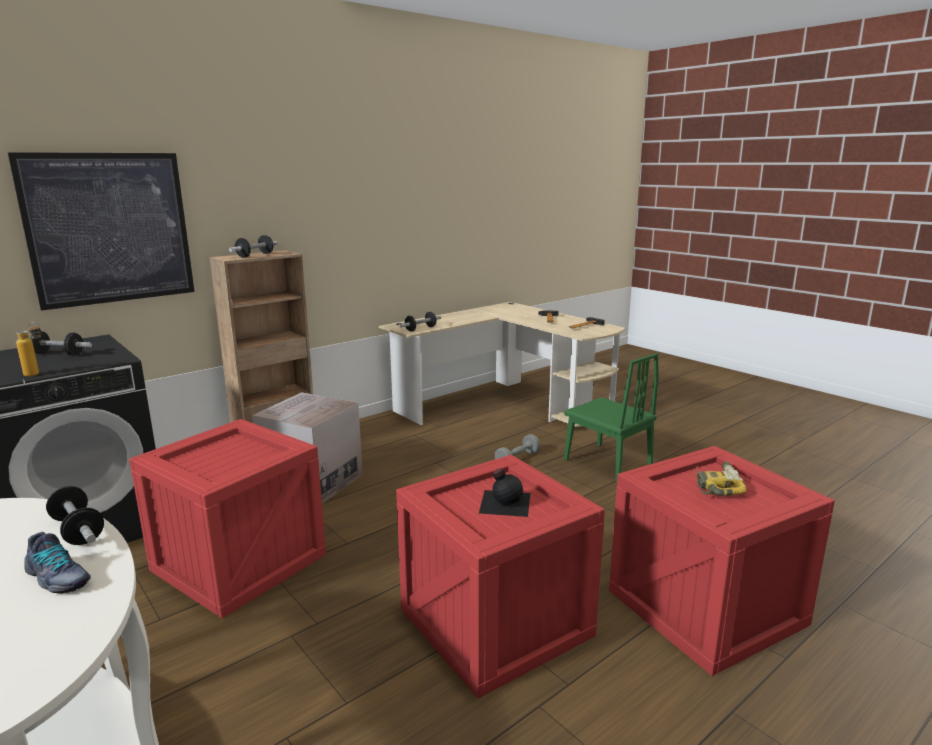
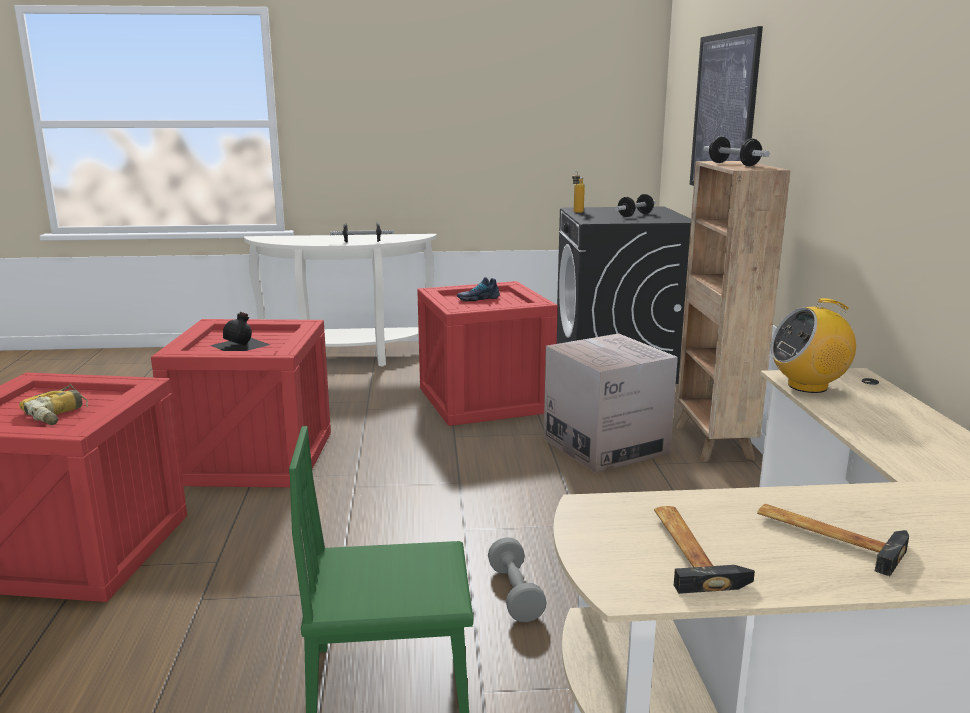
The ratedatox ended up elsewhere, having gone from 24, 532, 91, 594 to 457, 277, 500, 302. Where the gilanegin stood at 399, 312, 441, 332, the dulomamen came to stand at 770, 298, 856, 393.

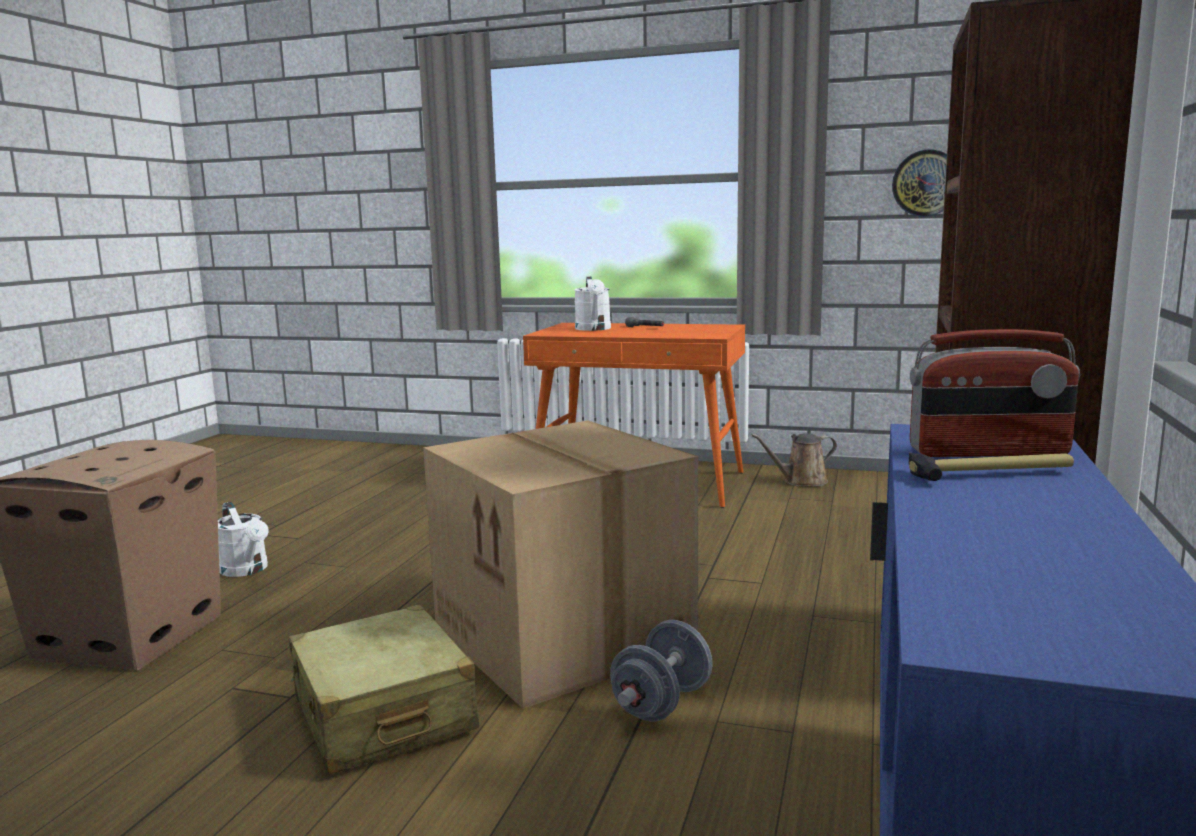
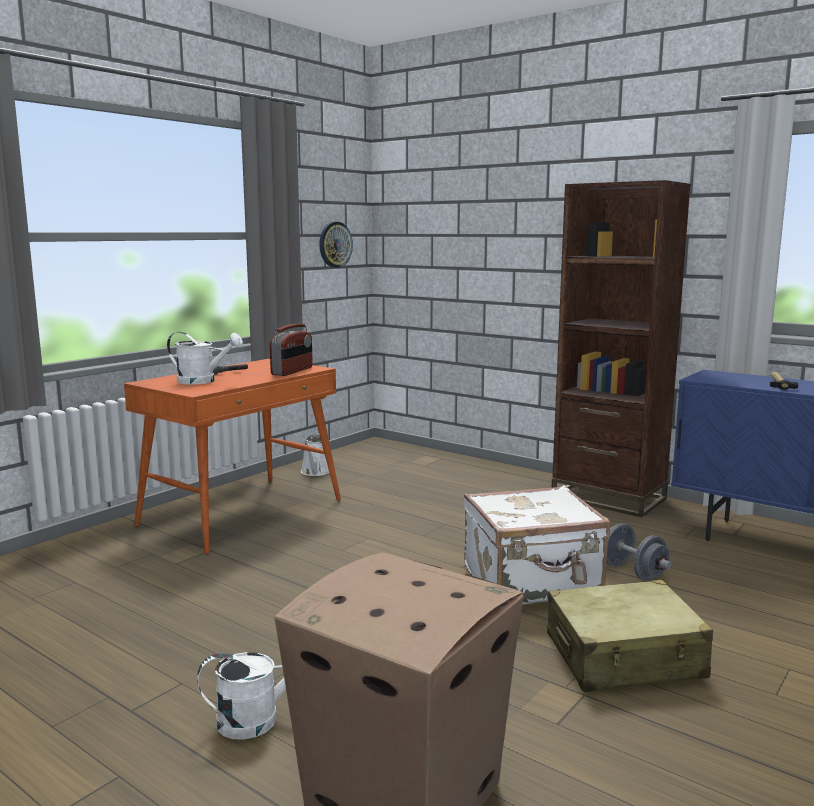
Where the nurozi stood at 423, 421, 698, 709, the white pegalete came to stand at 464, 486, 610, 604. What was the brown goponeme at 751, 433, 837, 487 turned into the white goponeme at 301, 434, 329, 476. The dulomamen ended up elsewhere, having gone from 910, 329, 1080, 457 to 270, 324, 313, 376.

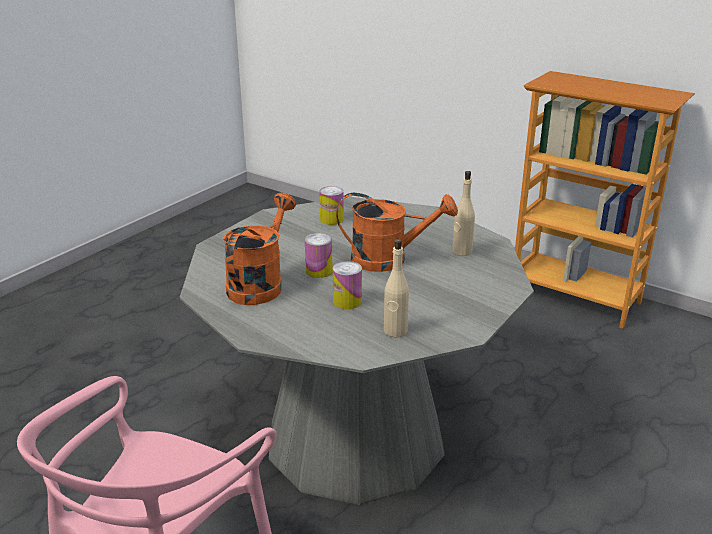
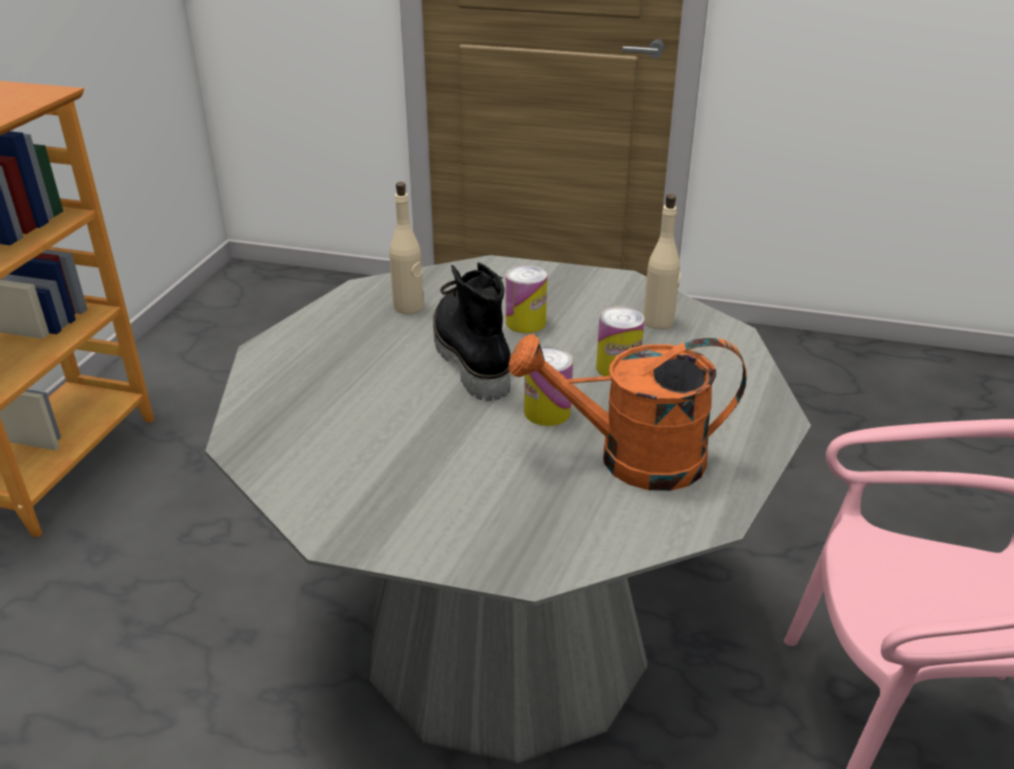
The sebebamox ended up elsewhere, having gone from 319, 186, 344, 225 to 506, 265, 547, 333. Where the orange goponeme stood at 336, 193, 458, 272, the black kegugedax came to stand at 433, 262, 511, 401.

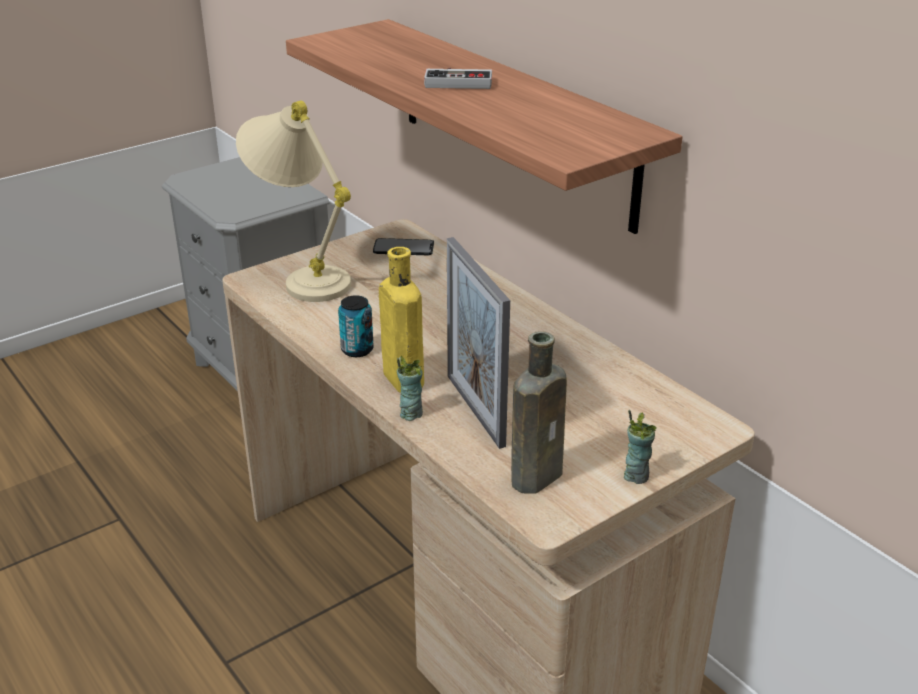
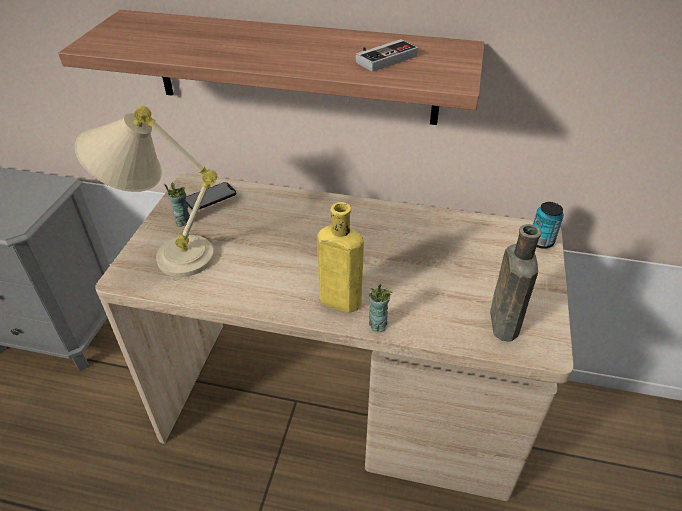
The sebebamox ended up elsewhere, having gone from 338, 295, 374, 357 to 533, 202, 564, 249. The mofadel ended up elsewhere, having gone from 424, 68, 492, 89 to 356, 39, 418, 72. The second view lost the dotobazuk at 447, 237, 510, 449. The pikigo ended up elsewhere, having gone from 624, 410, 657, 484 to 164, 183, 190, 227.

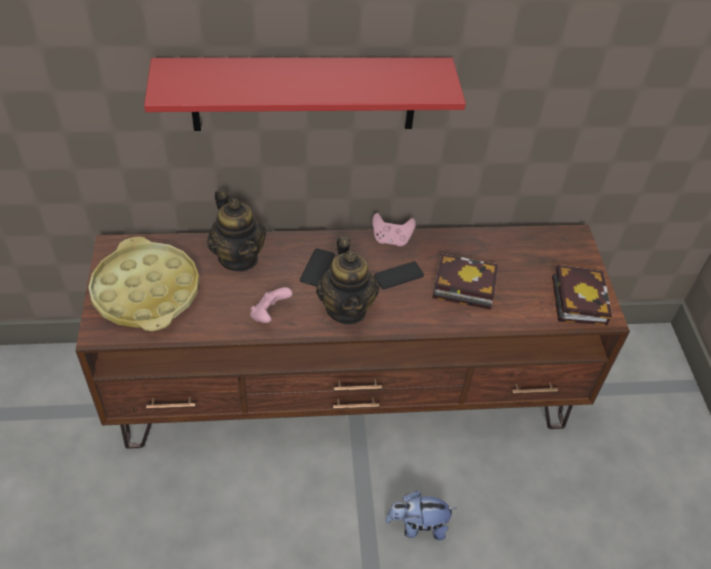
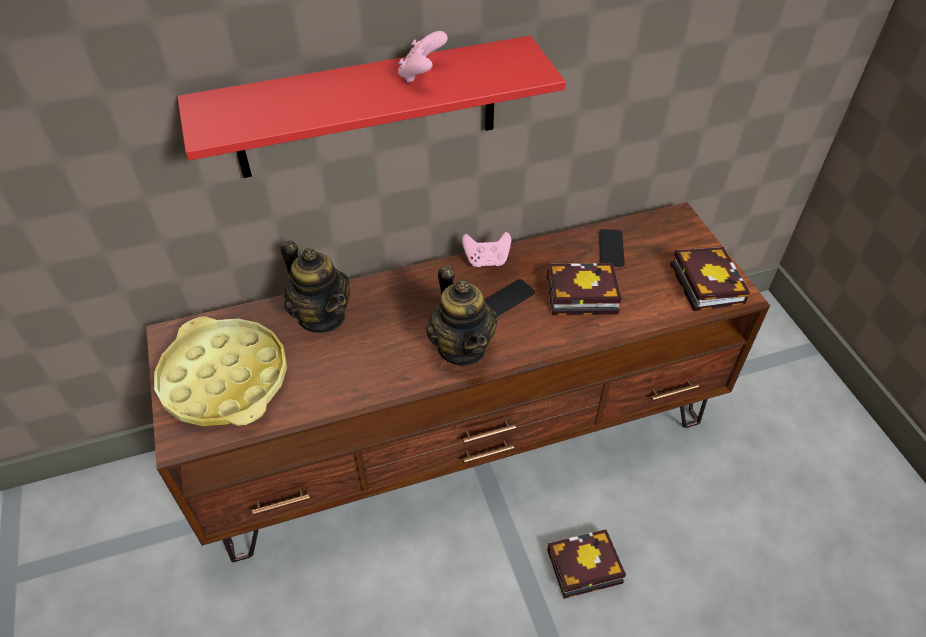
The pink mofadel ended up elsewhere, having gone from 250, 287, 293, 323 to 398, 31, 448, 83. The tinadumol ended up elsewhere, having gone from 300, 248, 335, 287 to 599, 229, 625, 266. Where the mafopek stood at 385, 491, 457, 540, the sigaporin came to stand at 547, 529, 626, 599.

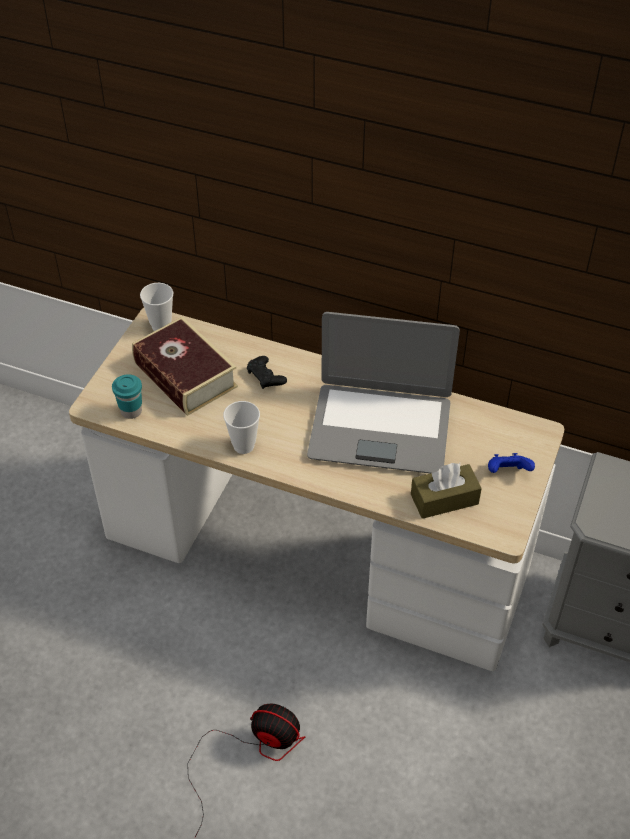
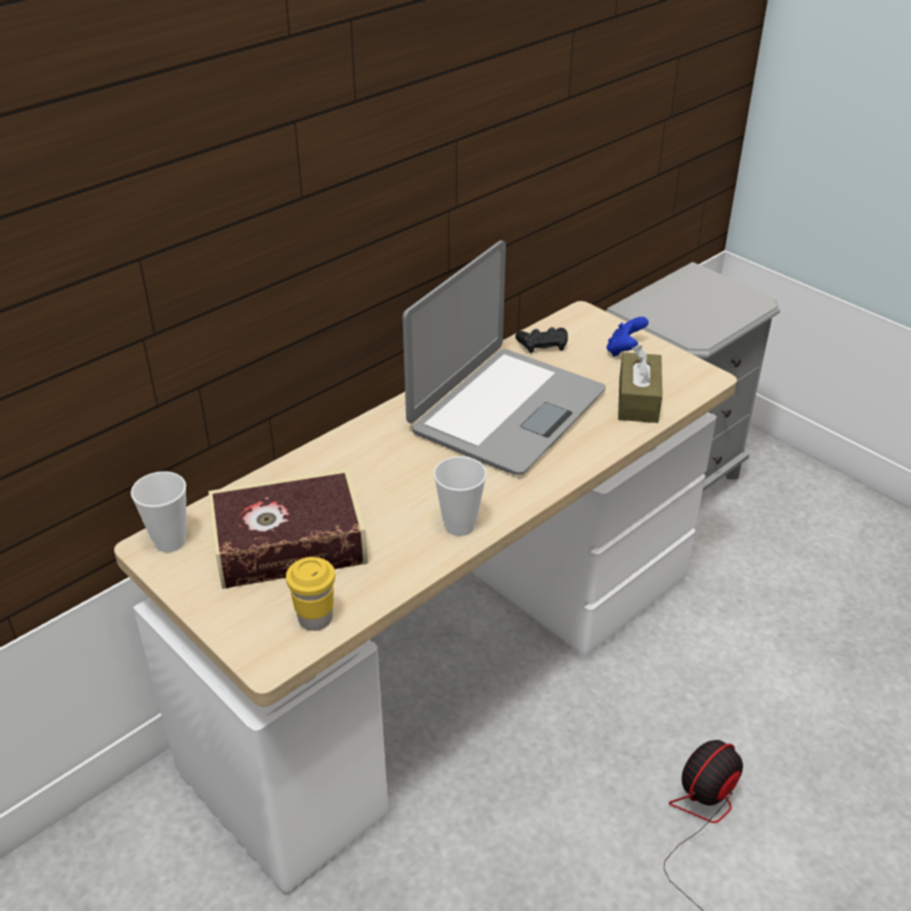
What was the turquoise pikigo at 112, 374, 142, 419 turned into the yellow pikigo at 286, 557, 335, 631. The black mofadel ended up elsewhere, having gone from 247, 356, 287, 389 to 515, 327, 568, 354.

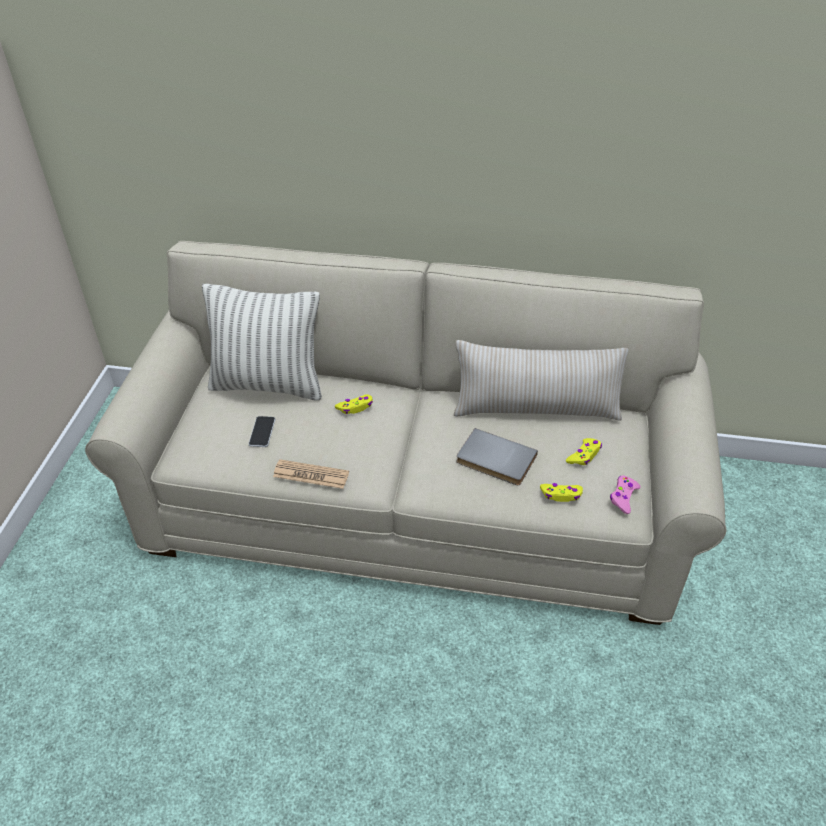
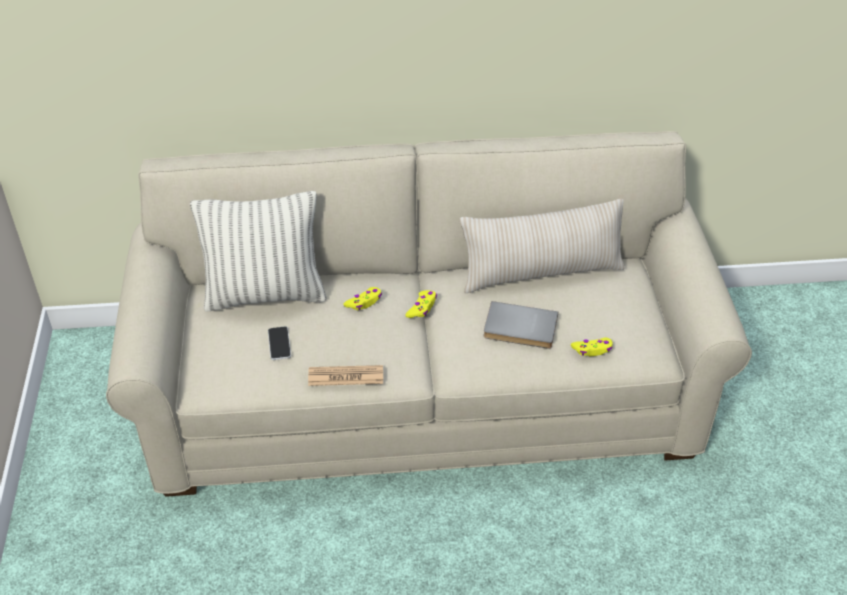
The yellow mofadel ended up elsewhere, having gone from 566, 438, 602, 465 to 406, 290, 437, 318. The second view lost the pink mofadel at 610, 475, 641, 514.

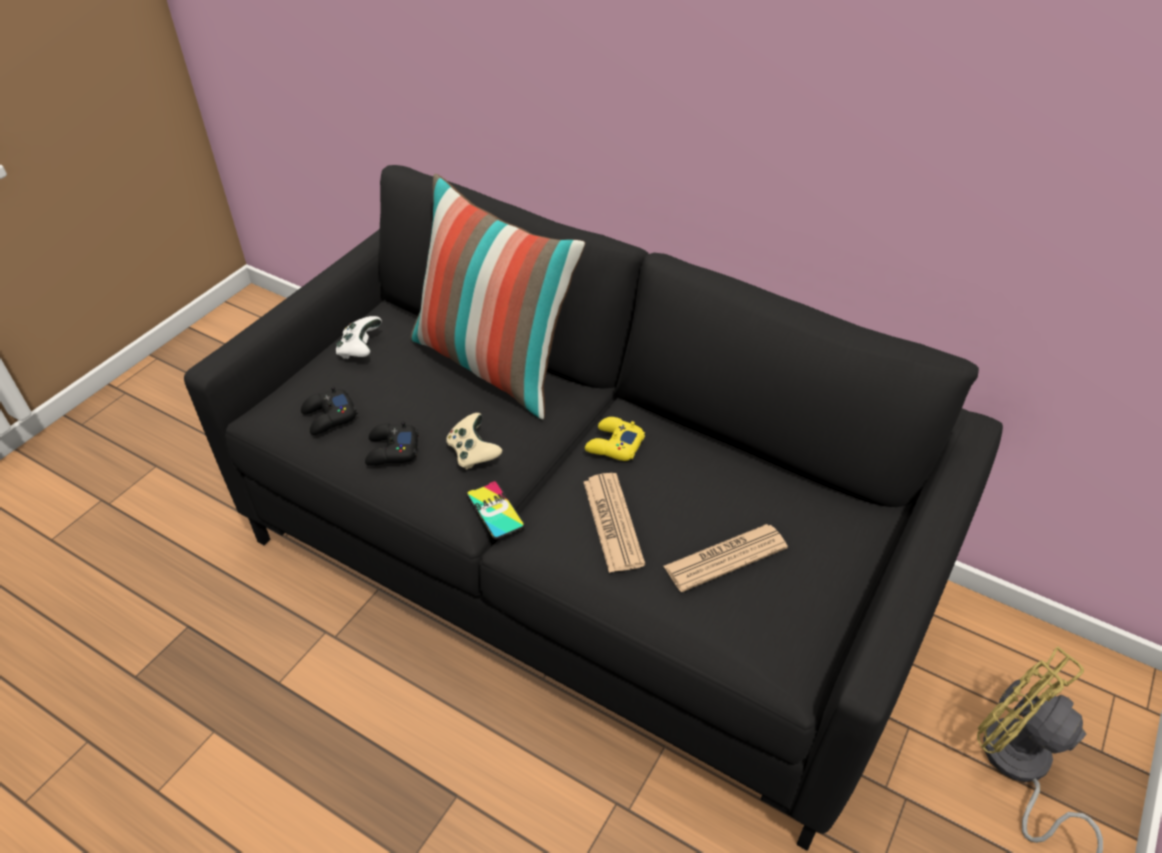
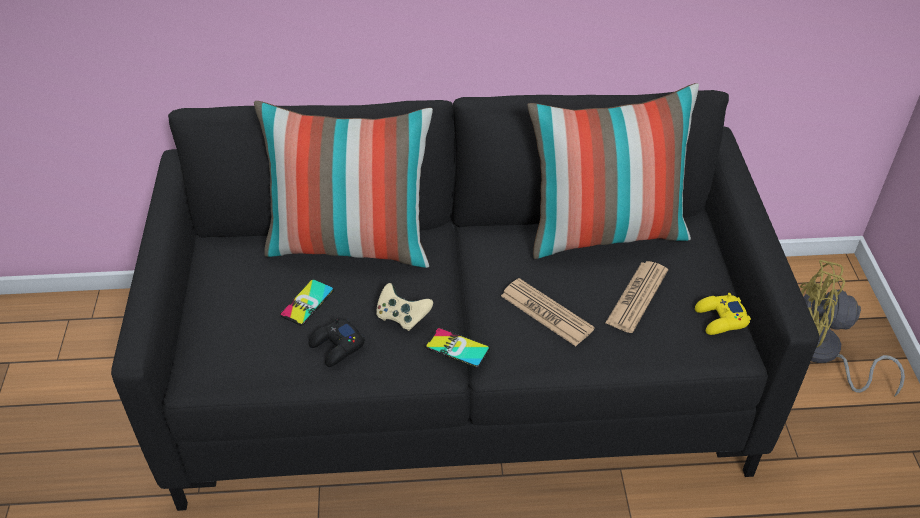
The second view lost the black mofadel at 301, 387, 358, 435. The second view lost the white mofadel at 336, 316, 382, 359. The yellow mofadel ended up elsewhere, having gone from 585, 417, 645, 461 to 695, 293, 751, 335. The second view gained the tinadumol at 280, 279, 334, 325. The second view gained the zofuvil at 527, 83, 699, 259.

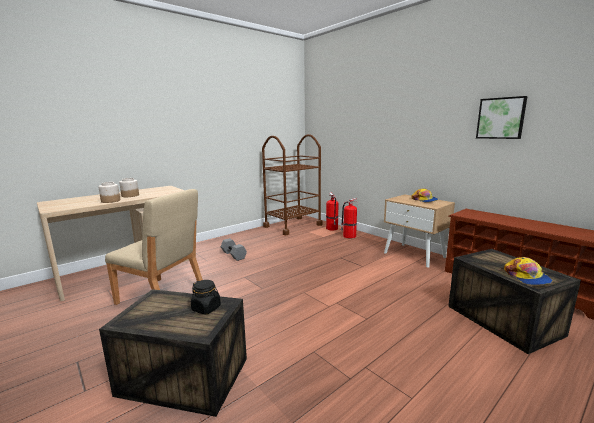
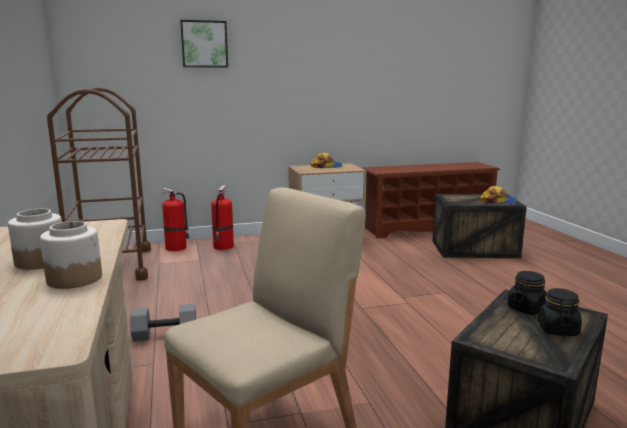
The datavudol ended up elsewhere, having gone from 476, 96, 527, 139 to 180, 20, 228, 68. The second view gained the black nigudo at 538, 288, 582, 336.

